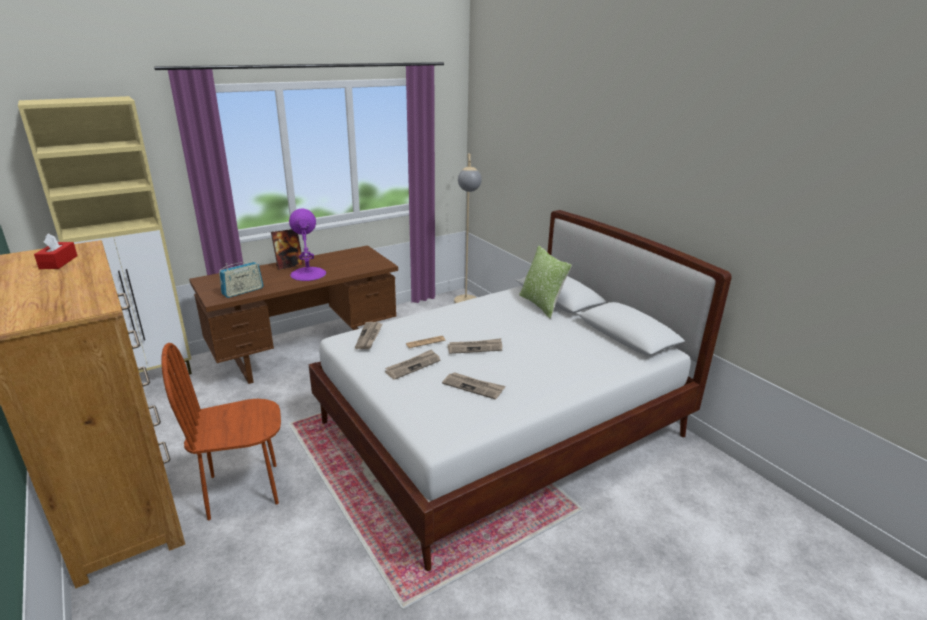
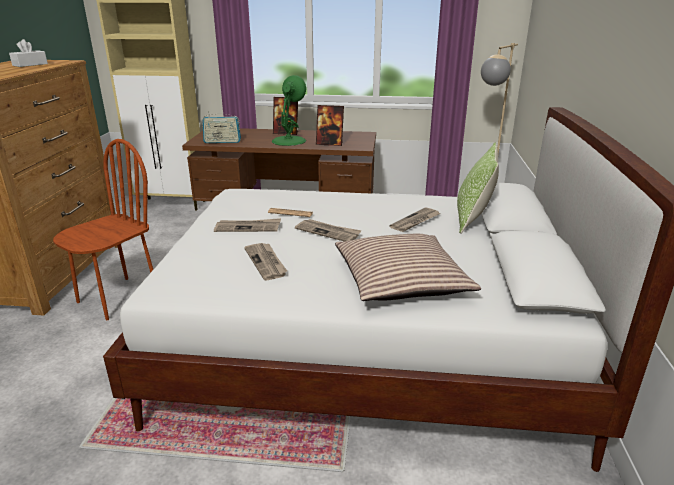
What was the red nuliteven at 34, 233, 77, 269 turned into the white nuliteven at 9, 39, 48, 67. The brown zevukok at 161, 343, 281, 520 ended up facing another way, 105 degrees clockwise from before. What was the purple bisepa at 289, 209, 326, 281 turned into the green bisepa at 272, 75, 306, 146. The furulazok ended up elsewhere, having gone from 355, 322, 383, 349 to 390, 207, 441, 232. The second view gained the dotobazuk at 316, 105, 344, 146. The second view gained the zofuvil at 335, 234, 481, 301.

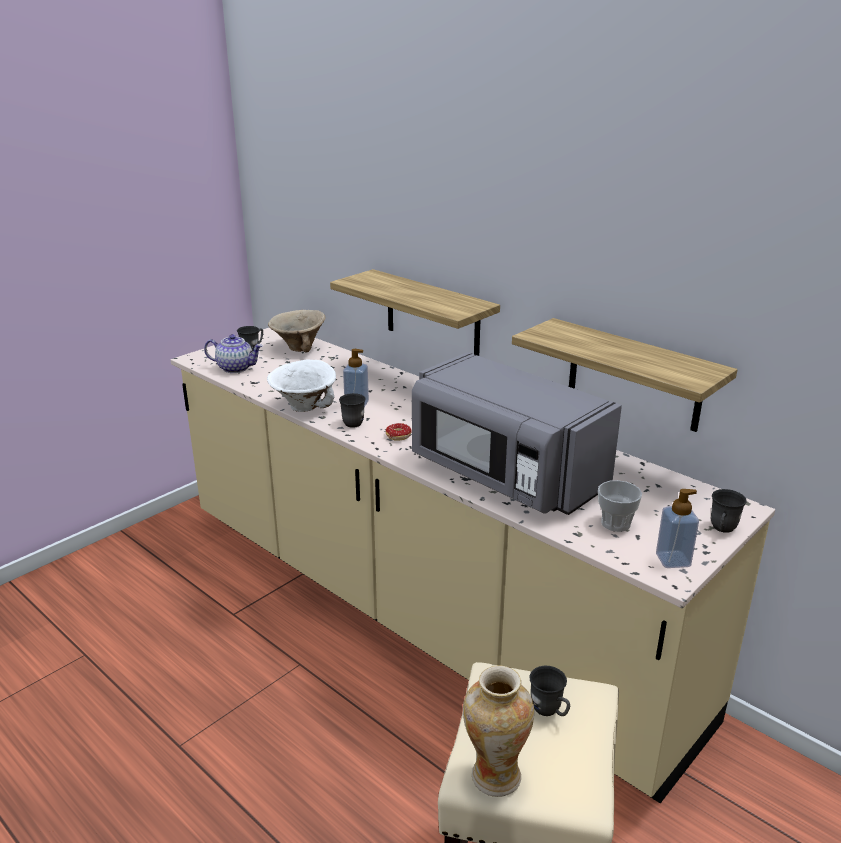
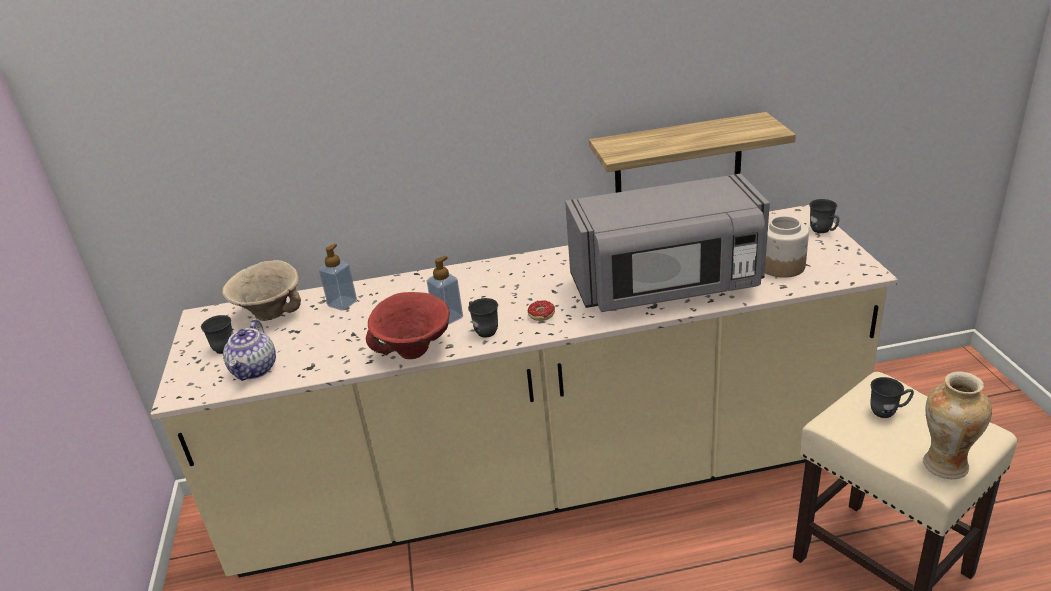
The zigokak at 204, 334, 263, 373 ended up facing another way, 135 degrees clockwise from before. What was the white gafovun at 267, 360, 336, 412 turned into the red gafovun at 366, 292, 450, 359. The second view lost the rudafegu at 330, 269, 500, 356. Where the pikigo stood at 598, 480, 642, 532, the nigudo came to stand at 765, 216, 809, 278. The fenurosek ended up elsewhere, having gone from 656, 489, 699, 568 to 319, 244, 357, 311.

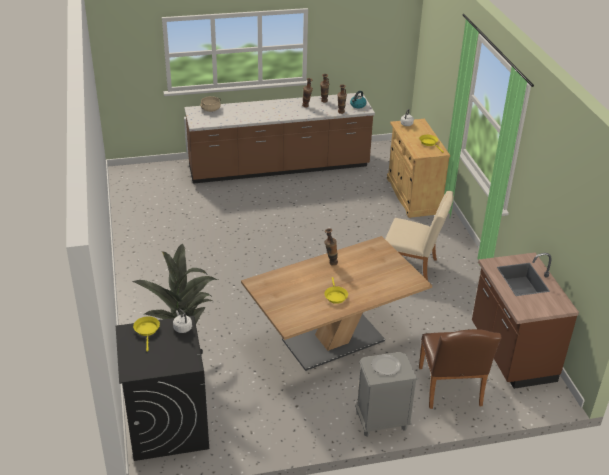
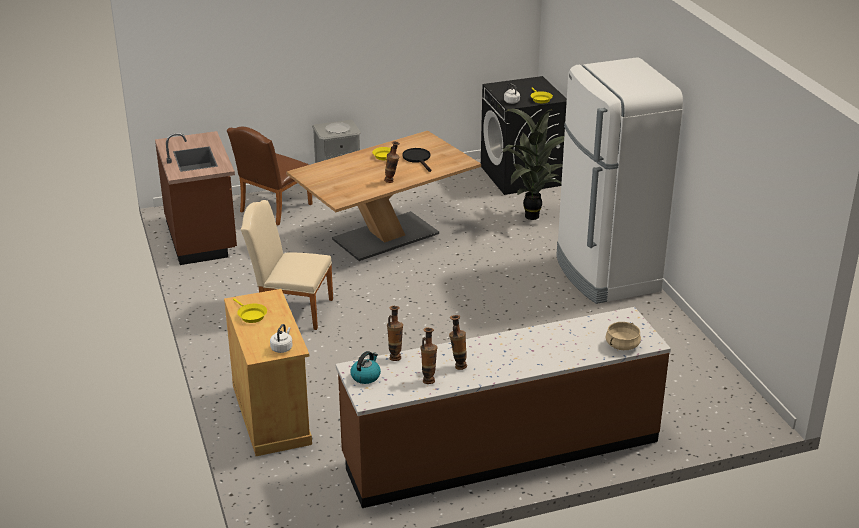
The brown zevukok at 419, 329, 502, 409 ended up facing another way, 135 degrees counterclockwise from before. The second view gained the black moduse at 402, 148, 431, 172. The second view gained the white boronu at 556, 57, 683, 304.

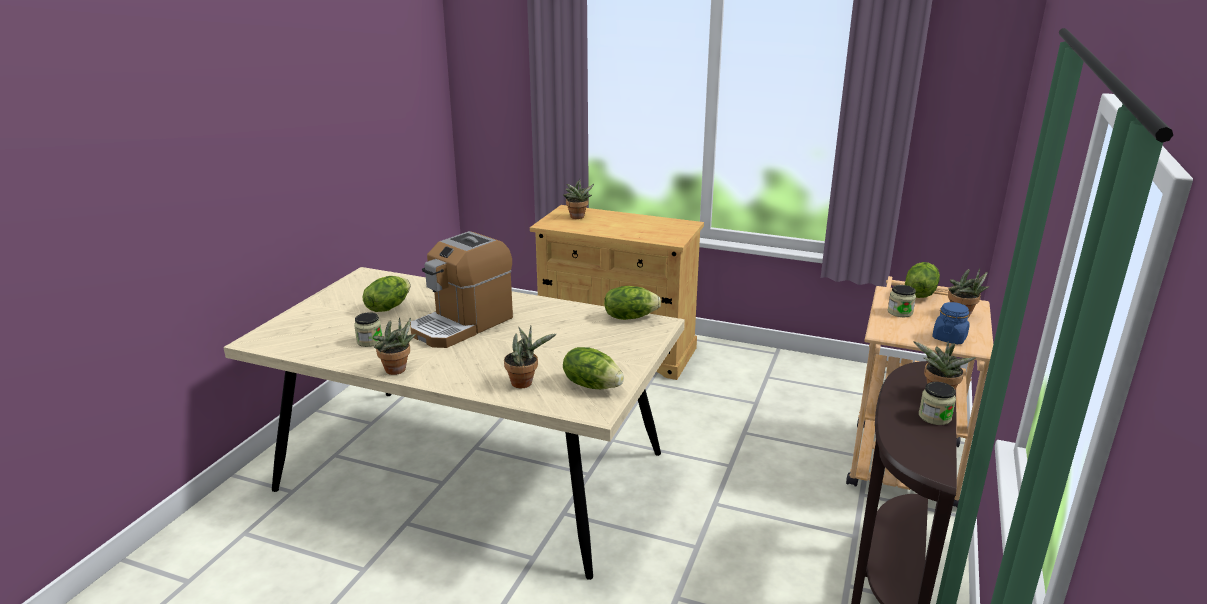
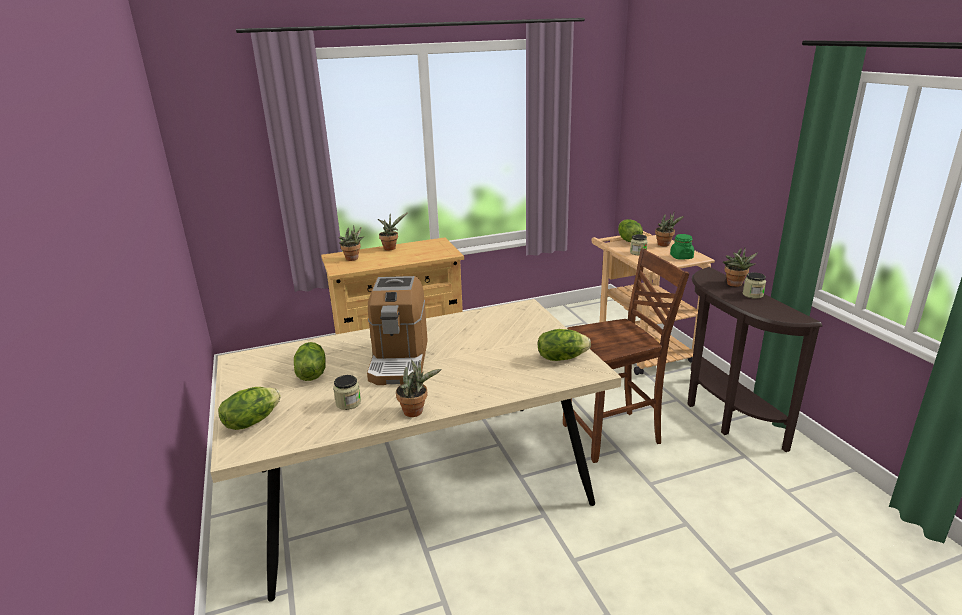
The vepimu ended up elsewhere, having gone from 504, 326, 556, 388 to 378, 212, 408, 251. The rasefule ended up elsewhere, having gone from 604, 286, 661, 320 to 218, 387, 281, 430. What was the blue nigudo at 932, 302, 970, 344 turned into the green nigudo at 670, 234, 694, 260. The second view gained the brown zevukok at 563, 248, 689, 463.

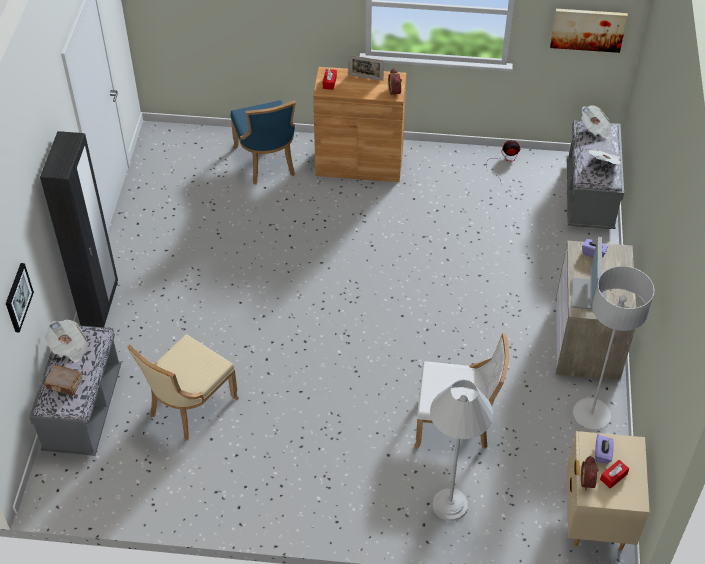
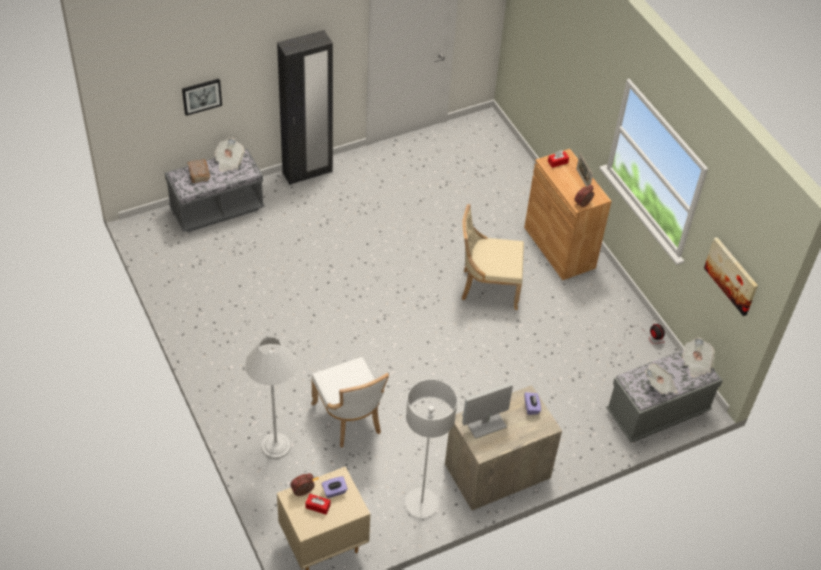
The beige zevukok ended up elsewhere, having gone from 128, 334, 239, 441 to 461, 204, 524, 310. The second view lost the blue zevukok at 230, 100, 296, 184.

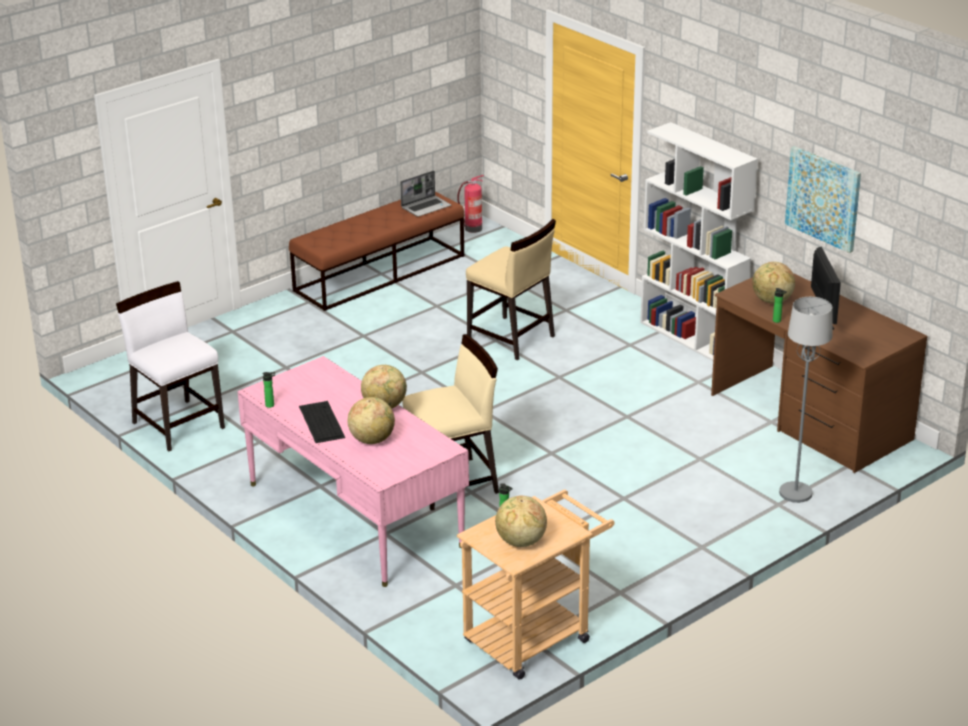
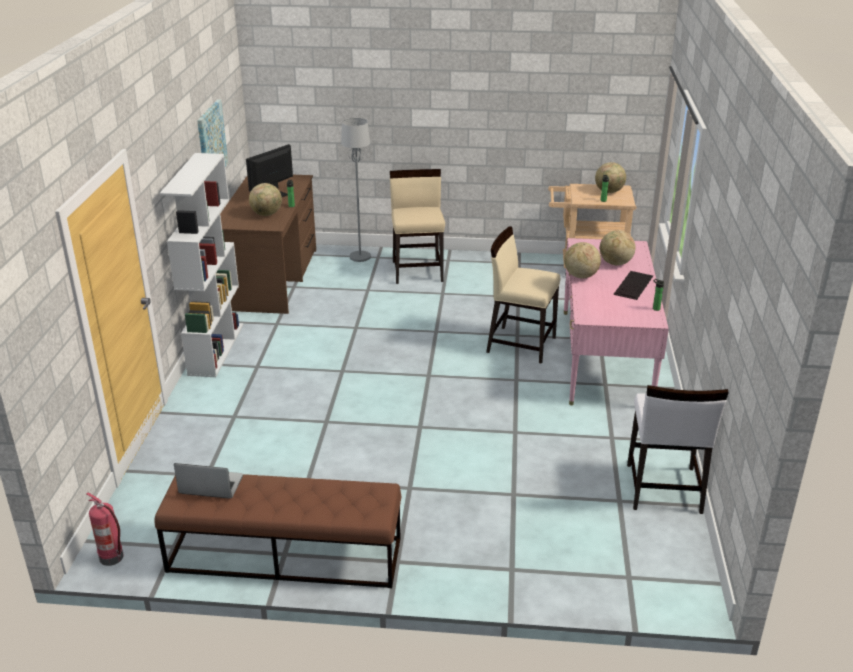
The beige zevukok ended up elsewhere, having gone from 466, 219, 556, 361 to 390, 169, 445, 284.

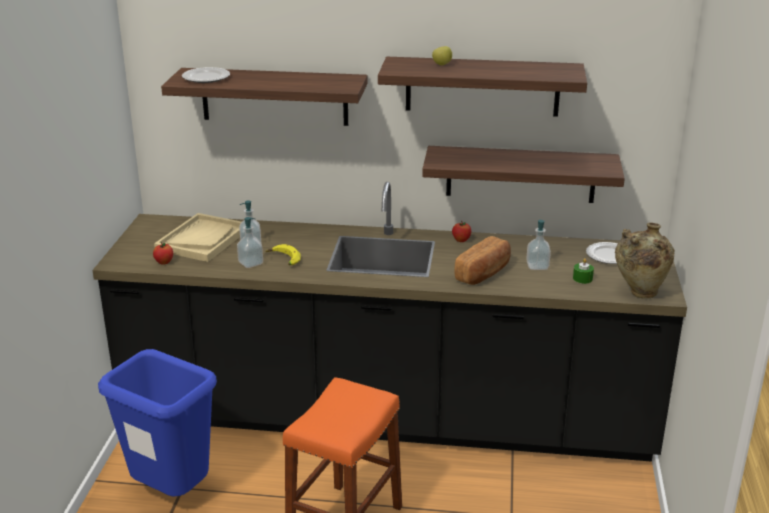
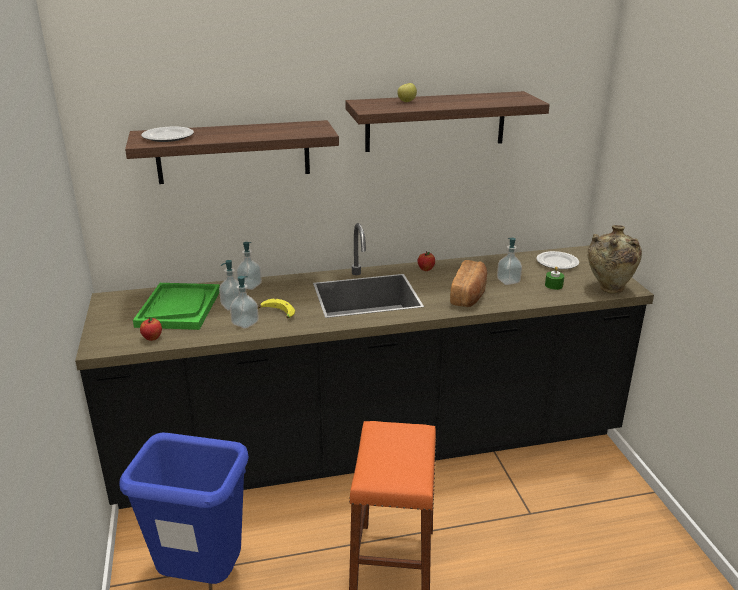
What was the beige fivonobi at 154, 213, 241, 262 turned into the green fivonobi at 133, 283, 220, 330. The second view lost the rudafegu at 422, 146, 625, 203. The second view gained the fenurosek at 236, 242, 262, 290.

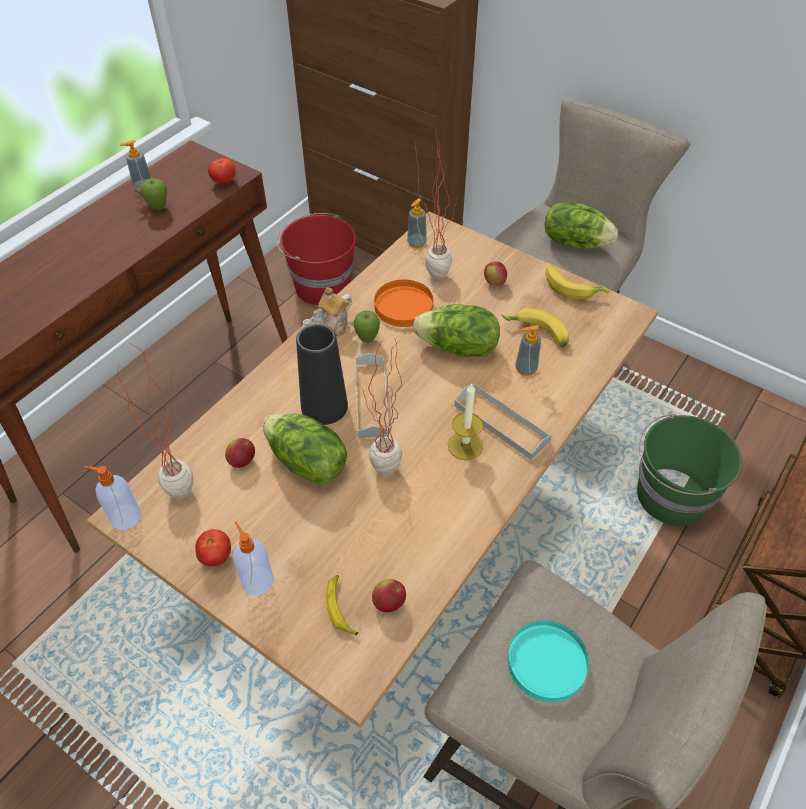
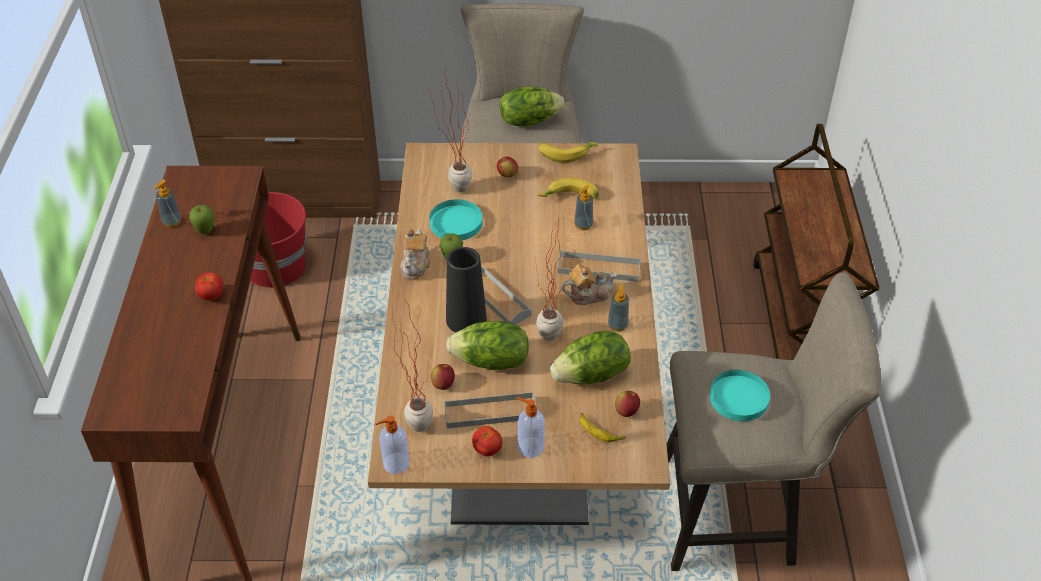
The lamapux ended up elsewhere, having gone from 208, 158, 236, 185 to 195, 272, 223, 301. What was the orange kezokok at 374, 280, 433, 327 turned into the turquoise kezokok at 429, 199, 483, 240. The fenurosek ended up elsewhere, having gone from 407, 198, 427, 248 to 608, 284, 629, 332. The rasefule ended up elsewhere, having gone from 413, 304, 500, 357 to 550, 331, 631, 385. Where the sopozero stood at 448, 383, 483, 460, the zigokak came to stand at 561, 264, 617, 305. The second view lost the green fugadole at 637, 414, 742, 527. The second view gained the grey fivonobi at 444, 391, 536, 429.

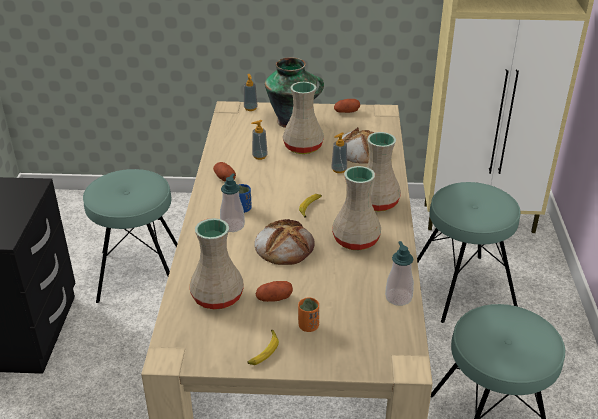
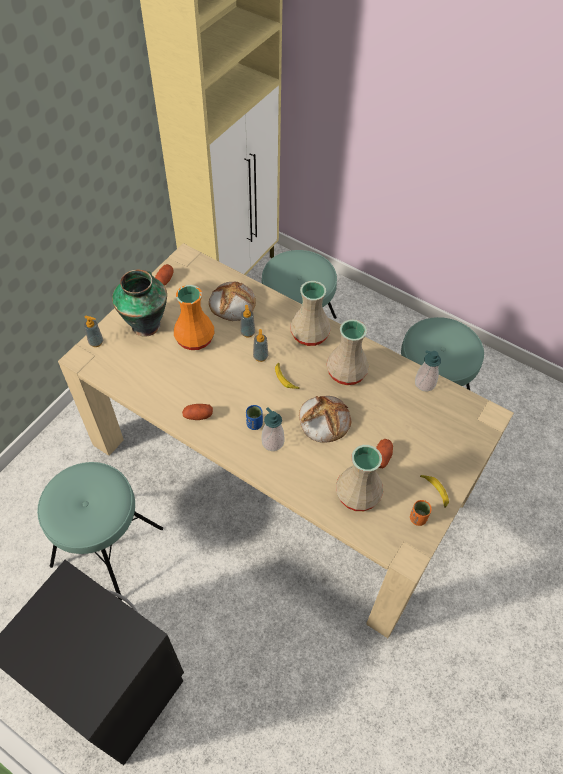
The fenurosek ended up elsewhere, having gone from 251, 120, 268, 160 to 253, 329, 268, 362. What was the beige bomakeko at 282, 82, 324, 154 turned into the orange bomakeko at 174, 285, 214, 350. The orange pikigo ended up elsewhere, having gone from 298, 297, 319, 332 to 410, 500, 432, 526.

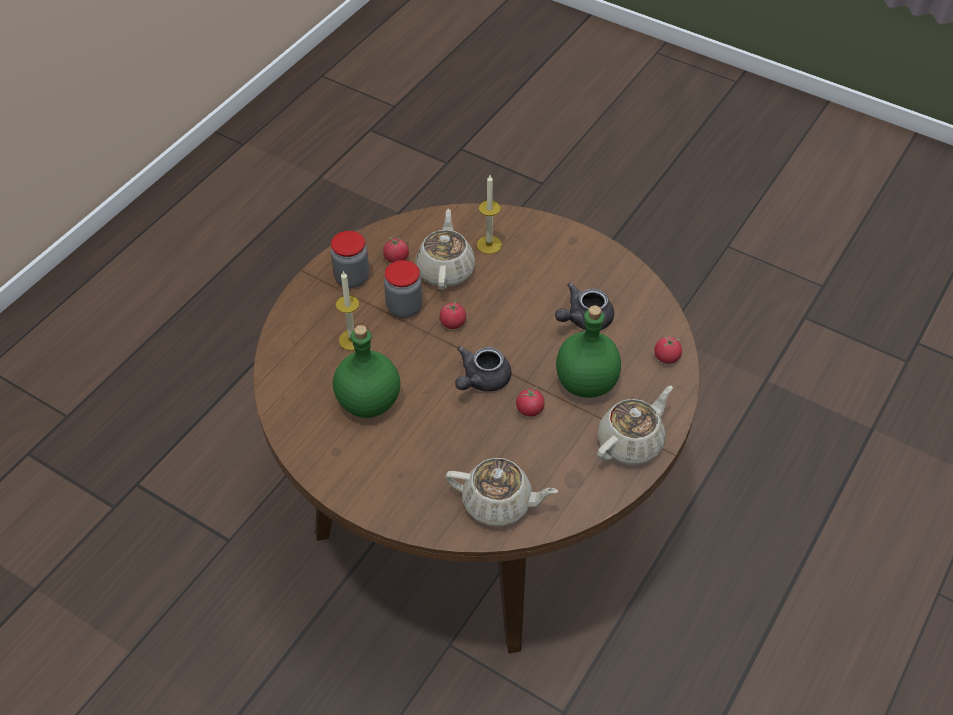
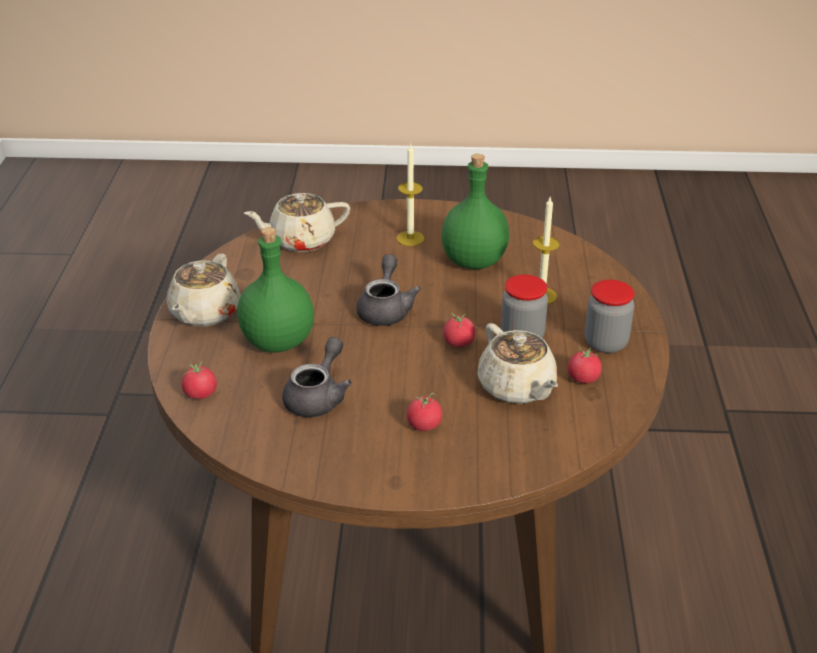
The sopozero ended up elsewhere, having gone from 477, 175, 502, 254 to 396, 143, 424, 246. The lamapux ended up elsewhere, having gone from 516, 387, 545, 417 to 407, 393, 442, 431.

